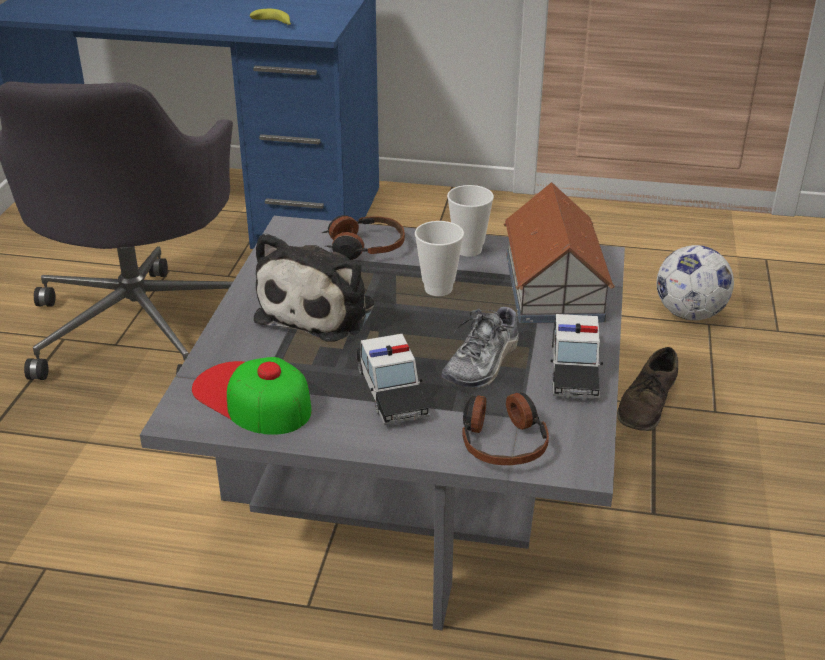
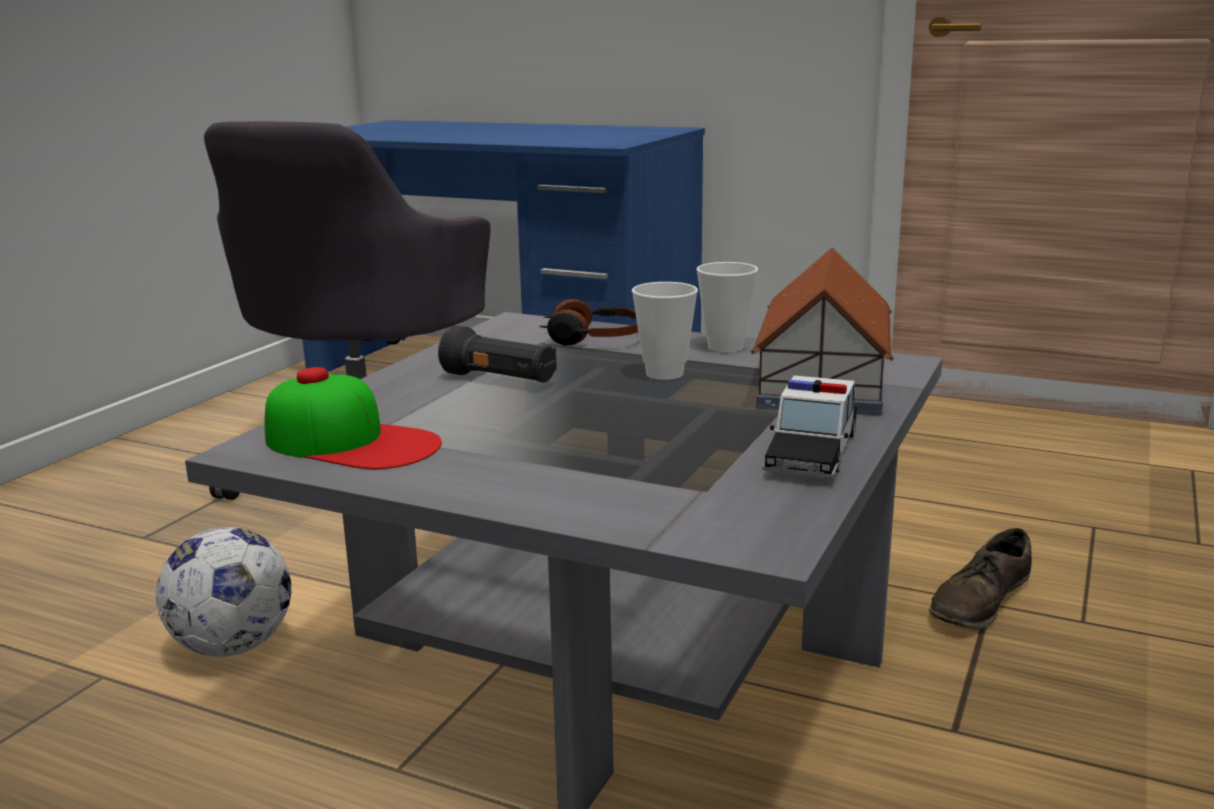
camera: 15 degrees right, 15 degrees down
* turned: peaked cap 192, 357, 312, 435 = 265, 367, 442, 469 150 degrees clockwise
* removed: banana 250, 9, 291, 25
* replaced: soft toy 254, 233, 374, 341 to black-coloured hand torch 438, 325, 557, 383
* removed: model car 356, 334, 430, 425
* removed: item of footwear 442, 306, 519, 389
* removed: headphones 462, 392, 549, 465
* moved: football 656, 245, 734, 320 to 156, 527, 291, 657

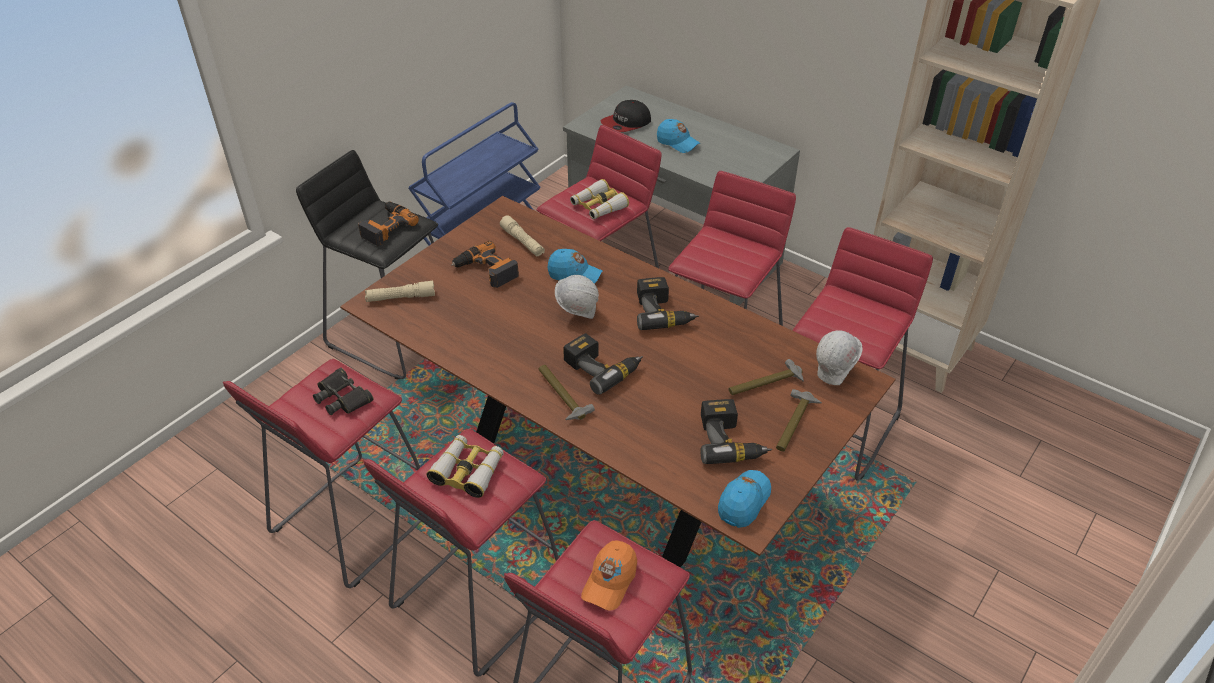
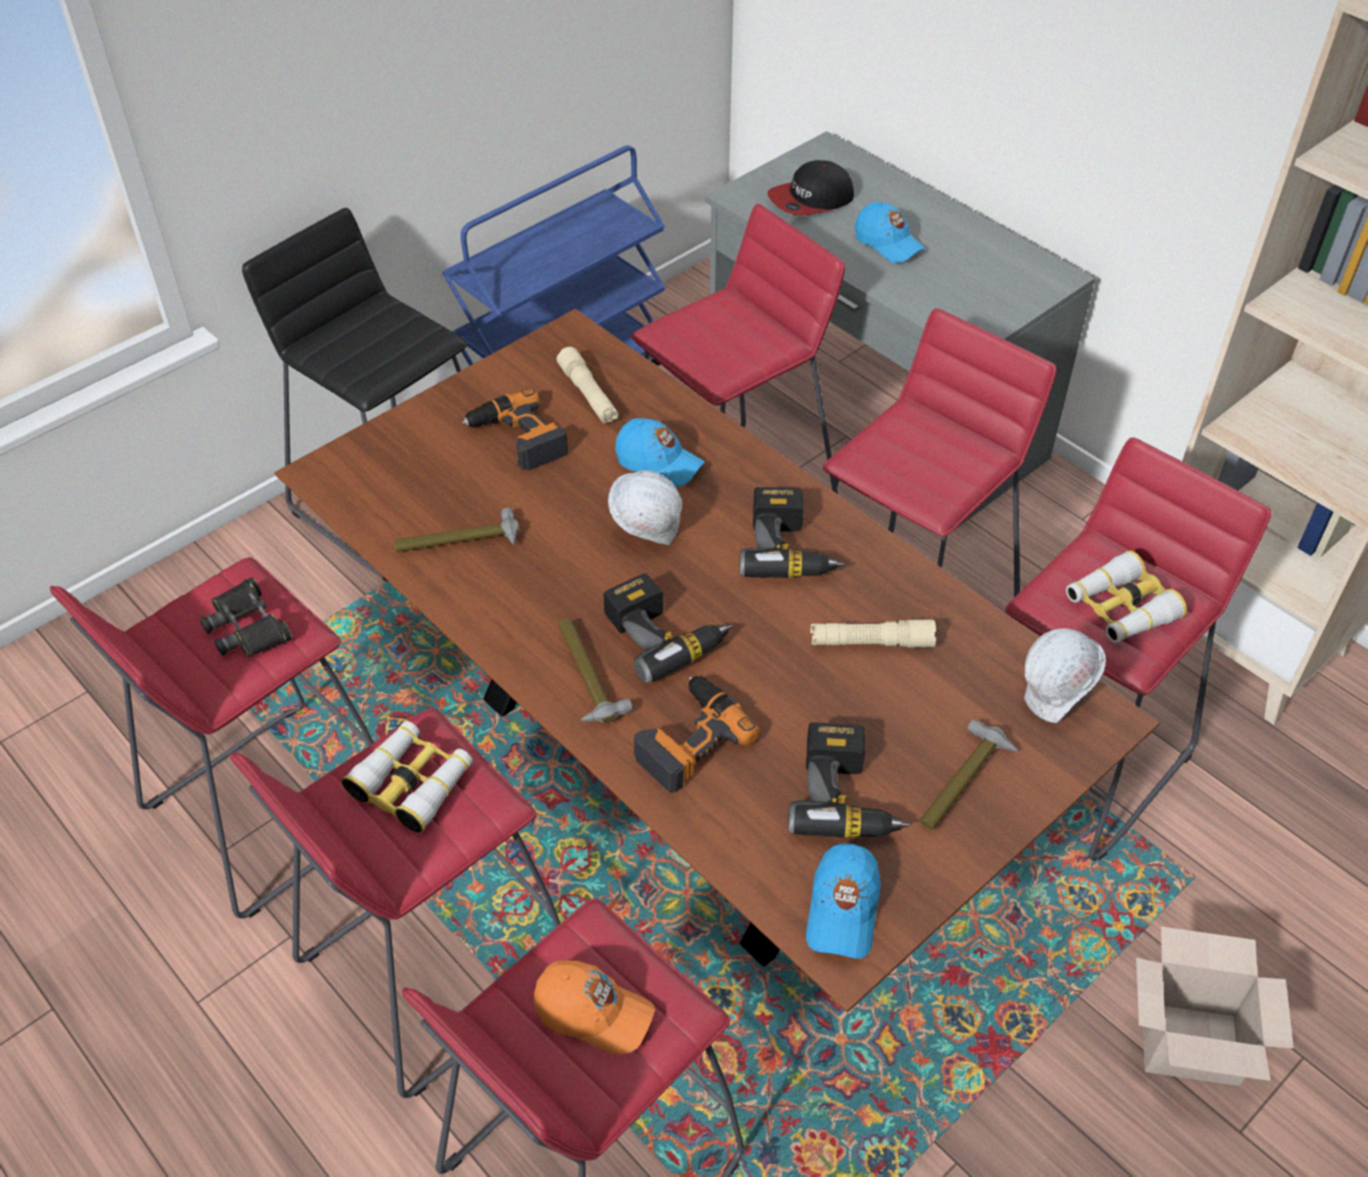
camera: 10 degrees right, 5 degrees up
* moved: drill 358, 202, 419, 246 to 634, 676, 760, 793
* moved: sand-coloured hand torch 365, 281, 435, 302 to 810, 619, 936, 648
* moved: binoculars 570, 179, 629, 219 to 1066, 550, 1187, 643
* turned: orange-coloured peaked cap 581, 541, 637, 611 = 534, 960, 655, 1055 105 degrees counterclockwise
* turned: blue-coloured peaked cap 718, 470, 771, 528 = 806, 844, 881, 959 150 degrees clockwise
* moved: hammer 729, 359, 804, 395 to 395, 508, 520, 552
* added: carton 1136, 927, 1294, 1086

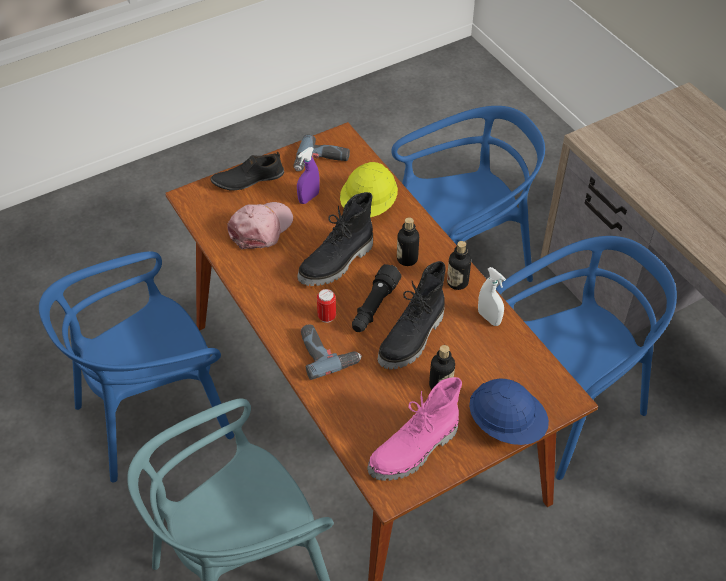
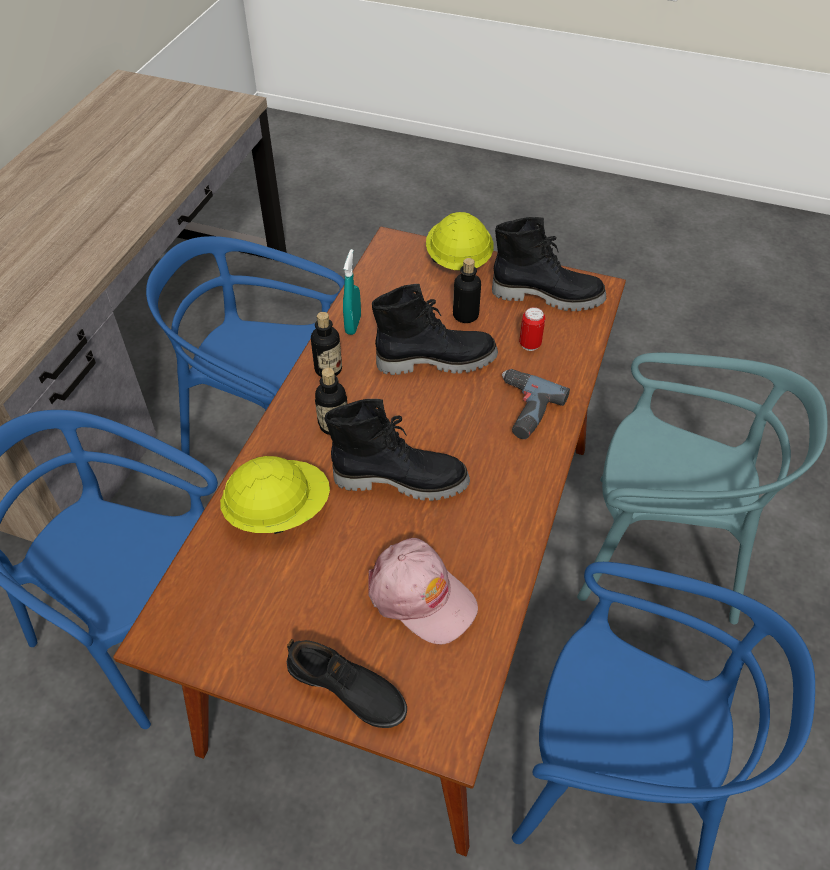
camera: 130 degrees left, 0 degrees up
* turned: pinkish peaked cap 227, 202, 293, 249 = 368, 538, 478, 645 135 degrees counterclockwise
* removed: drill 293, 134, 350, 171
* removed: purple-coloured spray bottle 297, 147, 320, 204
* moved: can 317, 289, 336, 323 to 519, 307, 545, 351
* removed: black-coloured hand torch 352, 264, 402, 332
* recoloured: pinkish boot 367, 377, 462, 481 to black-coloured boot 492, 217, 606, 311
* recoloured: blue-coloured hard hat 469, 379, 549, 445 to yellow-coloured hard hat 426, 212, 494, 271
* recoloured: white spray bottle 478, 267, 506, 326 to blue-green spray bottle 343, 249, 361, 335

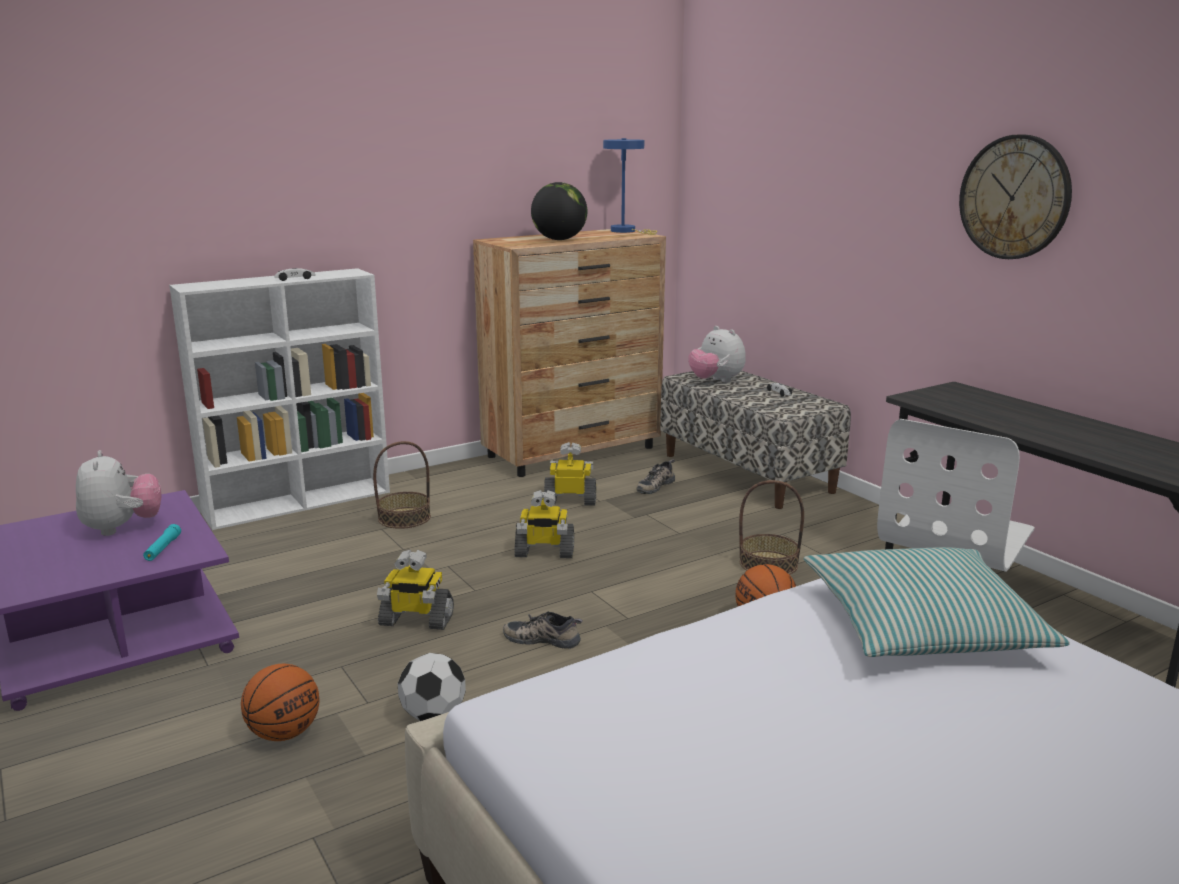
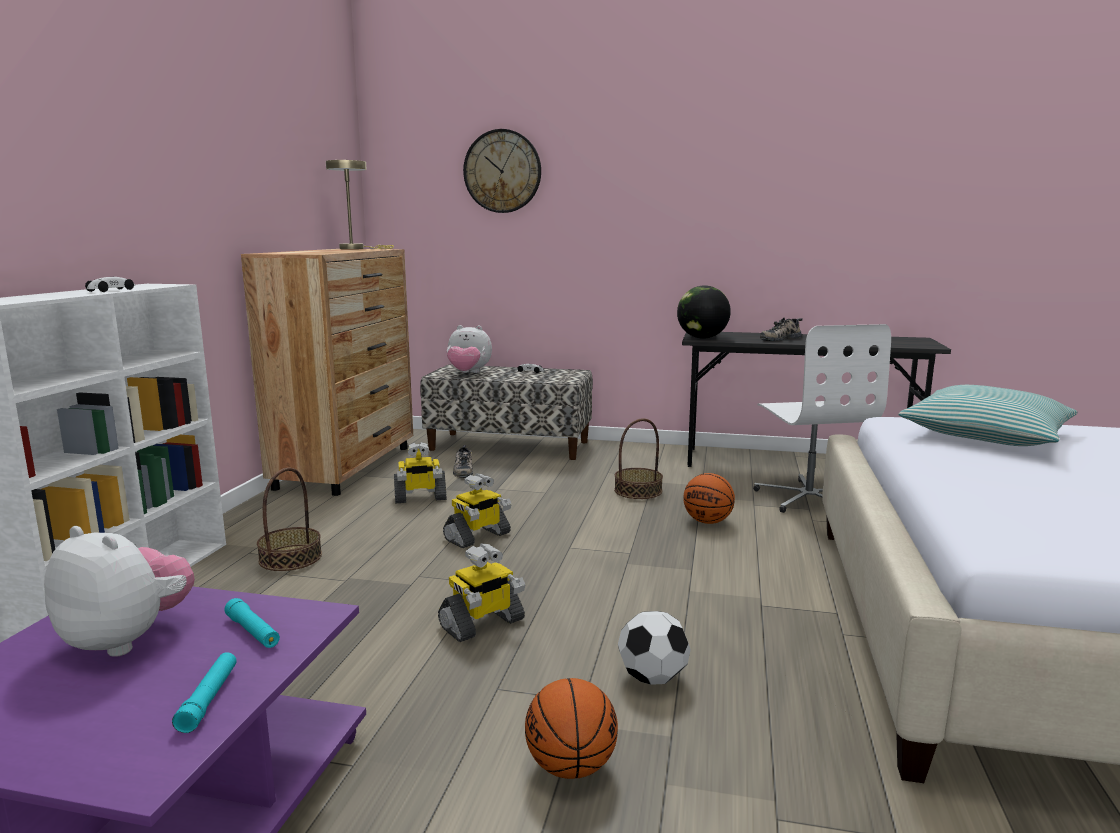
camera: 45 degrees left, 5 degrees down
* moved: item of footwear 503, 611, 583, 649 to 760, 317, 803, 341
* moved: globe 531, 182, 587, 240 to 677, 285, 731, 338
* turned: model robot 544, 442, 596, 506 = 394, 442, 447, 504 150 degrees counterclockwise
* recoloured: blue-coloured table lamp 603, 138, 657, 235 to sand-coloured table lamp 326, 160, 394, 249
* moved: wall clock 959, 134, 1072, 259 to 463, 129, 541, 213
* added: blue-green hand torch 172, 652, 237, 733

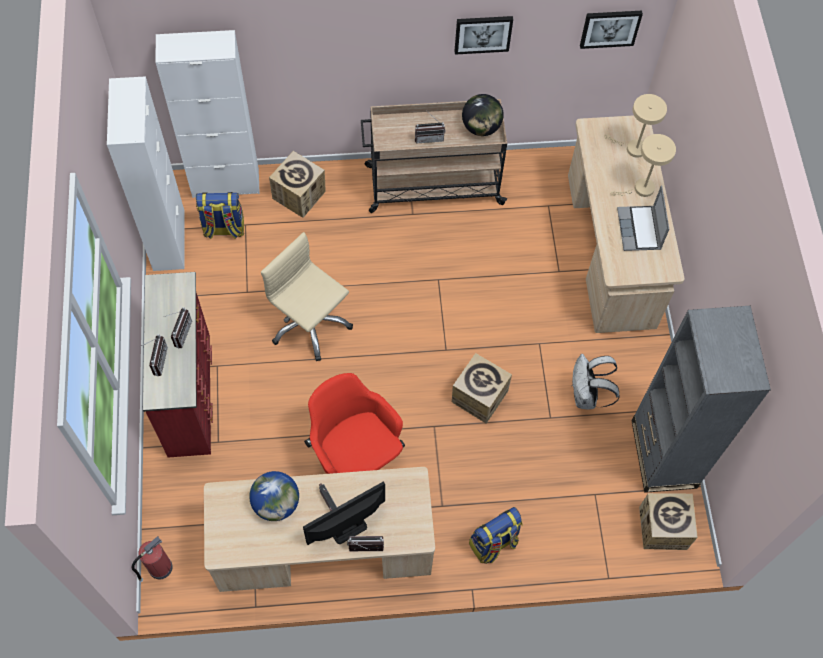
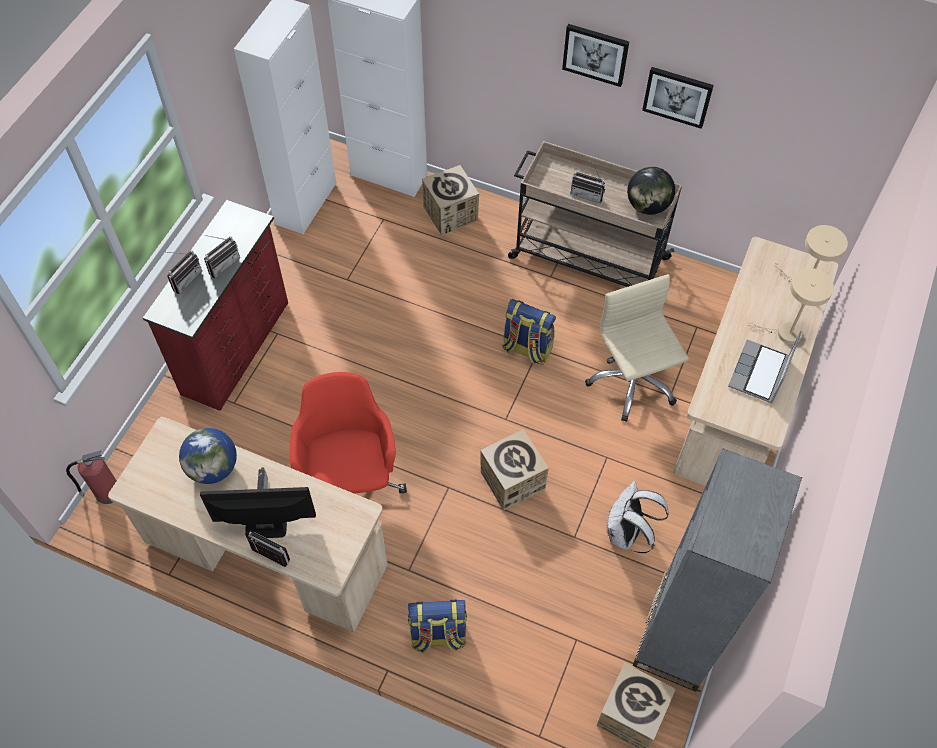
camera: 30 degrees right, 5 degrees down
* moved: rucksack 196, 192, 244, 239 to 502, 299, 556, 364
* moved: sand-coloured desk chair 261, 232, 353, 361 to 585, 274, 689, 422
* moved: wall picture 580, 11, 643, 49 to 562, 24, 629, 87

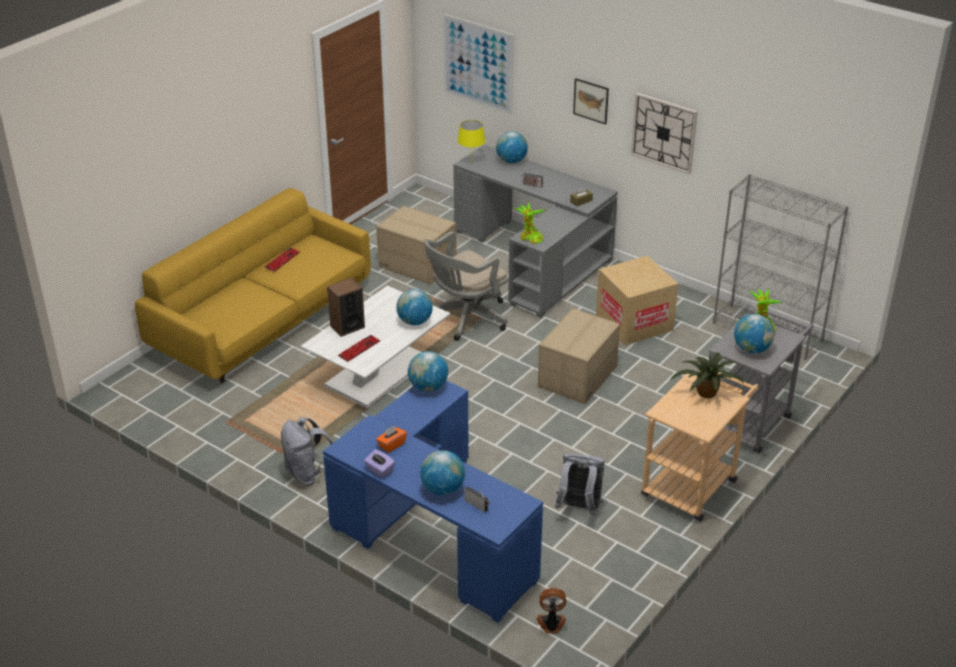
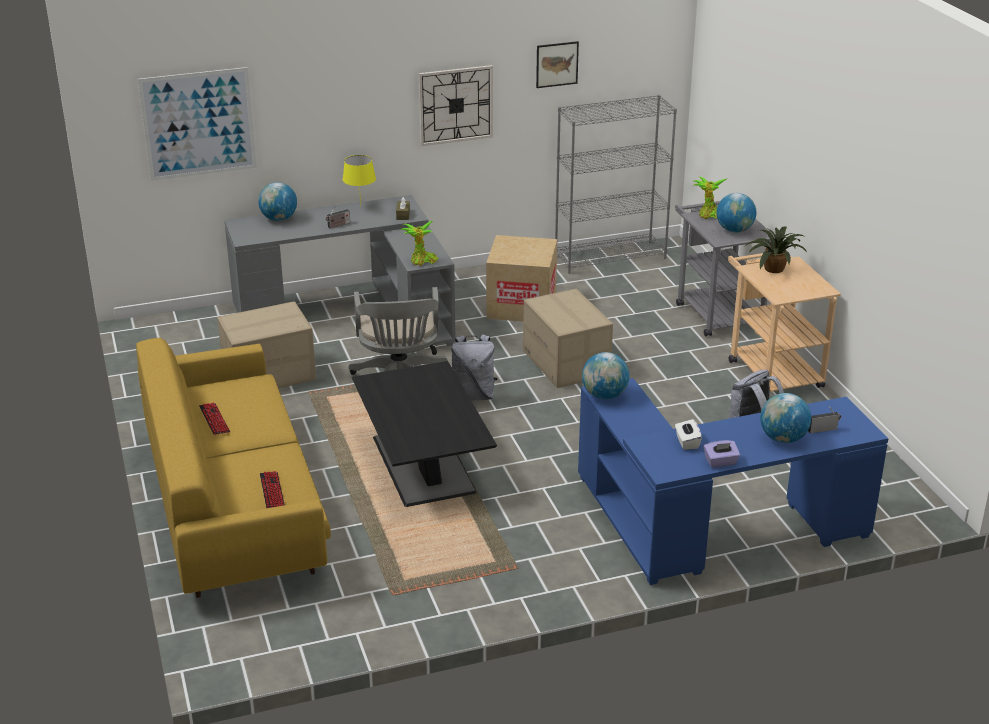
camera: 55 degrees left, 5 degrees down
* moved: greyish rucksack 281, 417, 333, 486 to 451, 334, 498, 401
* recoloured: white low table 301, 286, 450, 408 to black-coloured low table 352, 361, 497, 507
* removed: speaker 327, 278, 365, 337
* moved: PC keyboard 338, 335, 380, 362 to 260, 471, 285, 508
* recoloured: orange-coloured tissue box 376, 425, 407, 453 to white tissue box 675, 419, 702, 450
* removed: globe 396, 289, 433, 325
* moved: yellow-coloured table lamp 457, 120, 485, 163 to 343, 155, 376, 207
* removed: electric fan 537, 588, 566, 634
* moved: wall picture 573, 78, 609, 125 to 536, 41, 579, 88

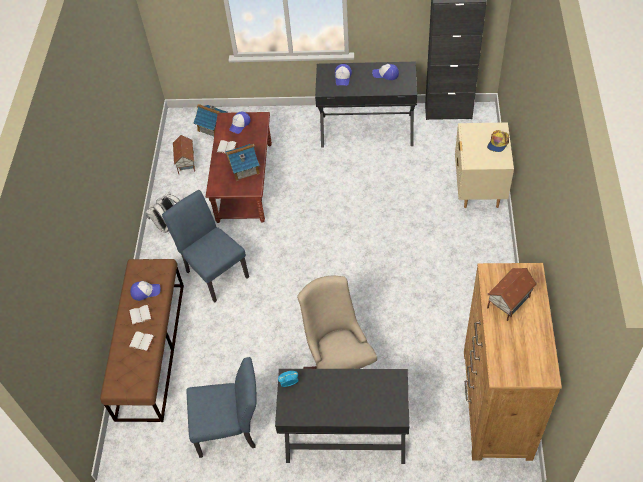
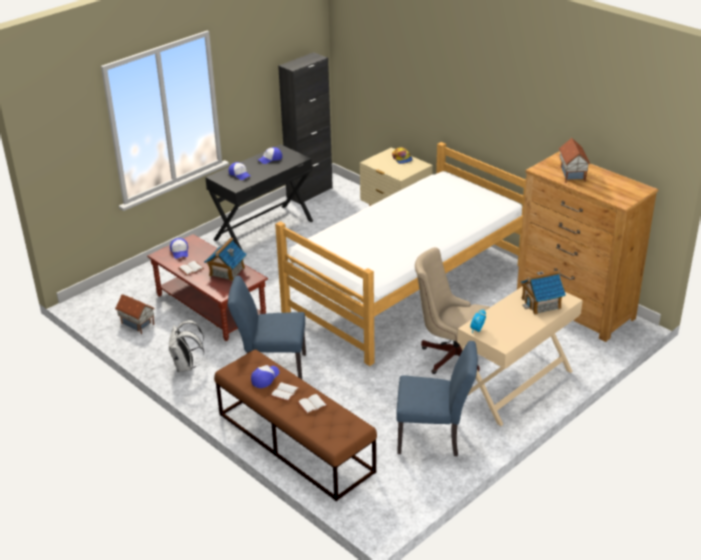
camera: 50 degrees left, 20 degrees down
* turned: blue-coloured chair 187, 357, 257, 458 = 396, 341, 478, 456 60 degrees clockwise
* moved: miniature house 193, 104, 228, 136 to 520, 270, 566, 315
* recoloured: black-coloured desk unit 275, 369, 409, 464 to sand-coloured desk unit 457, 286, 583, 426
* added: bed 275, 142, 526, 366

